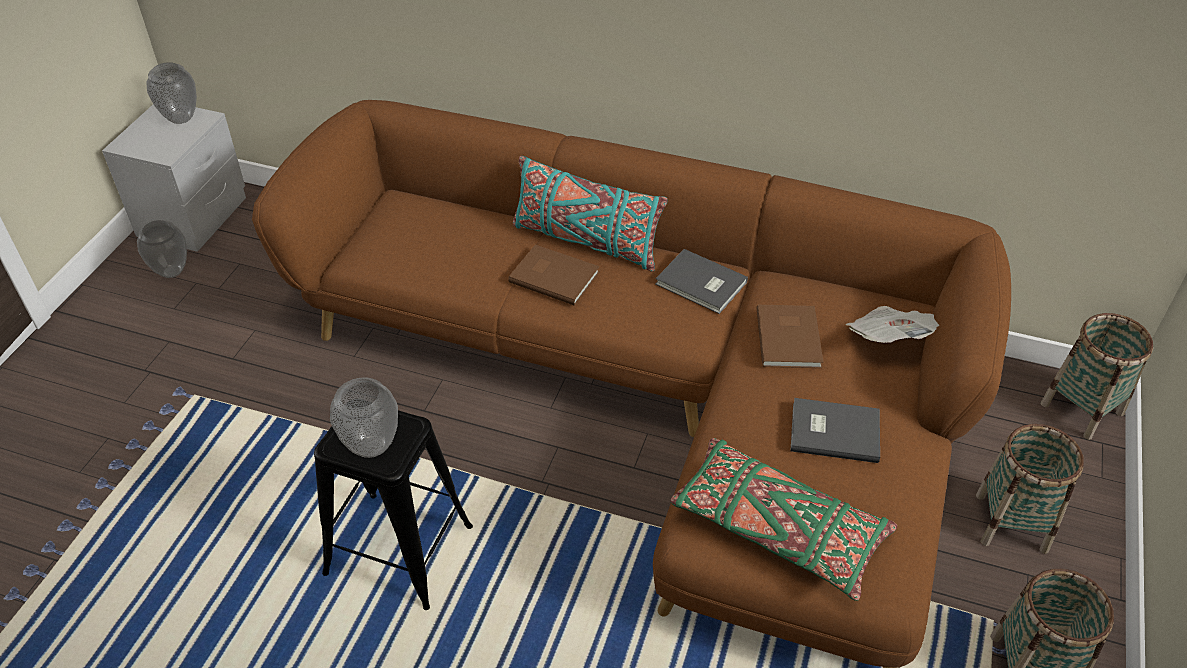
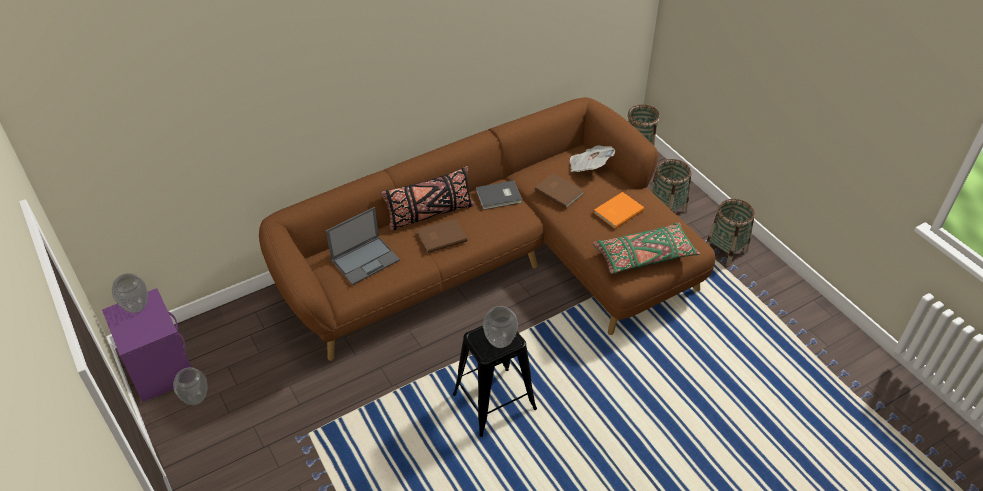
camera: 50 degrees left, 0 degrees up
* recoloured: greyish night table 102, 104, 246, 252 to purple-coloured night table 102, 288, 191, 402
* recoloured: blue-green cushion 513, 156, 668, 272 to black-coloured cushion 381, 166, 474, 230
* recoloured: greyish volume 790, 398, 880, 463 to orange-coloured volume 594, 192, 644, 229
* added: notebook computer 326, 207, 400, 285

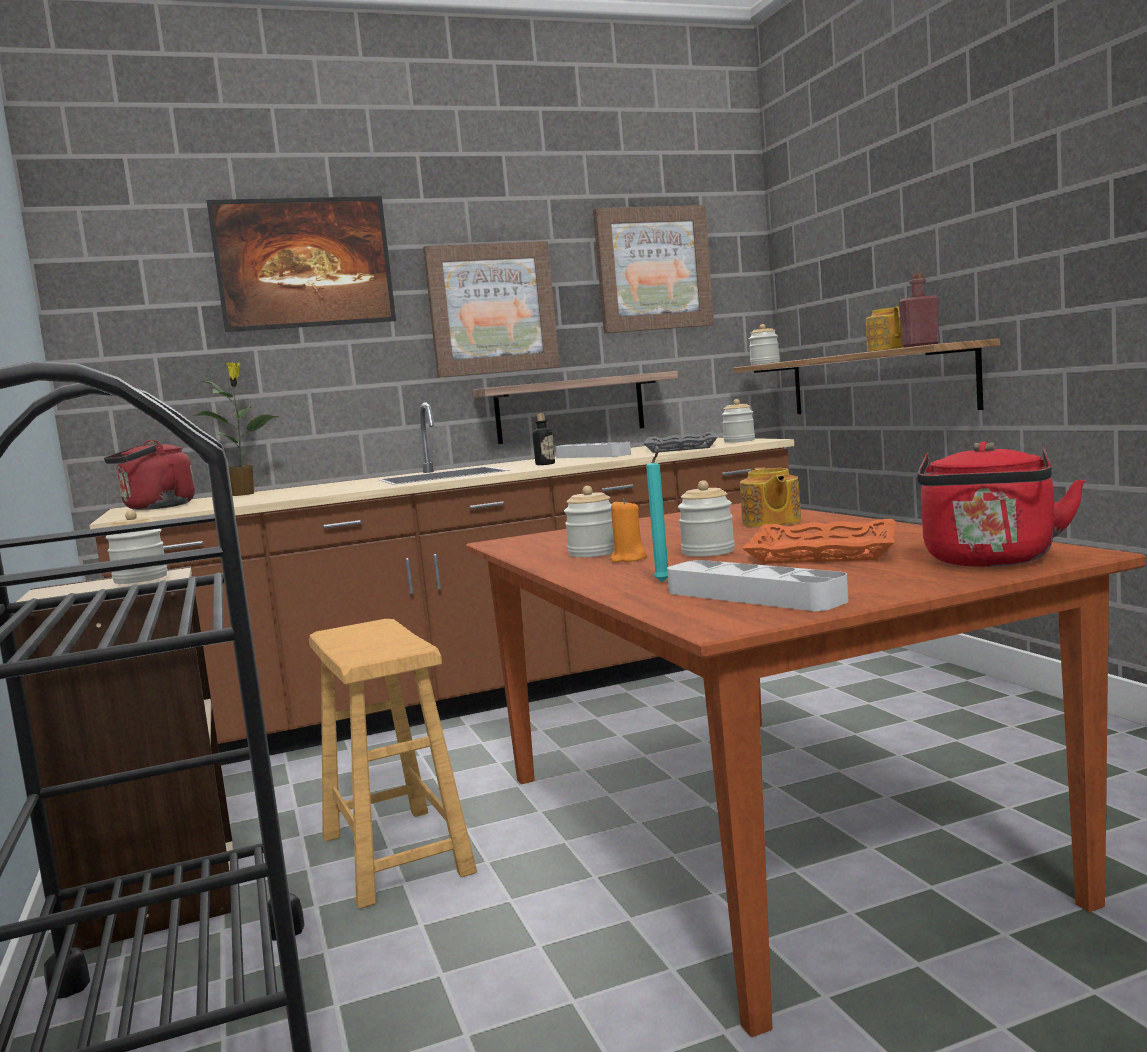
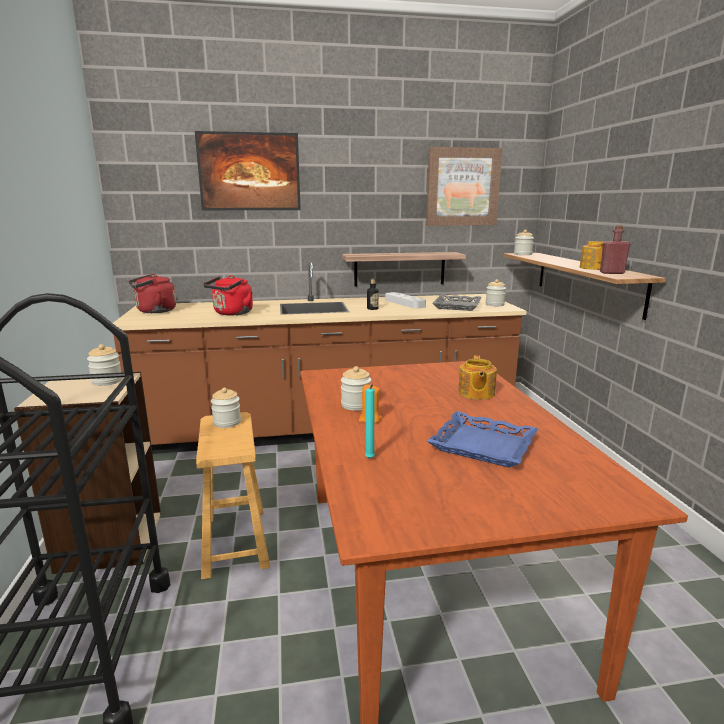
camera: 10 degrees right, 10 degrees up
* removed: potted plant 195, 362, 279, 496
* removed: wall picture 423, 241, 560, 378
* removed: greyish tray 667, 560, 849, 611
* moved: preserve jar 678, 480, 735, 557 to 211, 388, 241, 428
* recoloured: orange-coloured tray 742, 519, 896, 564 to blue-coloured tray 427, 411, 538, 468
* moved: reddish tea kettle 917, 441, 1085, 567 to 203, 275, 253, 316

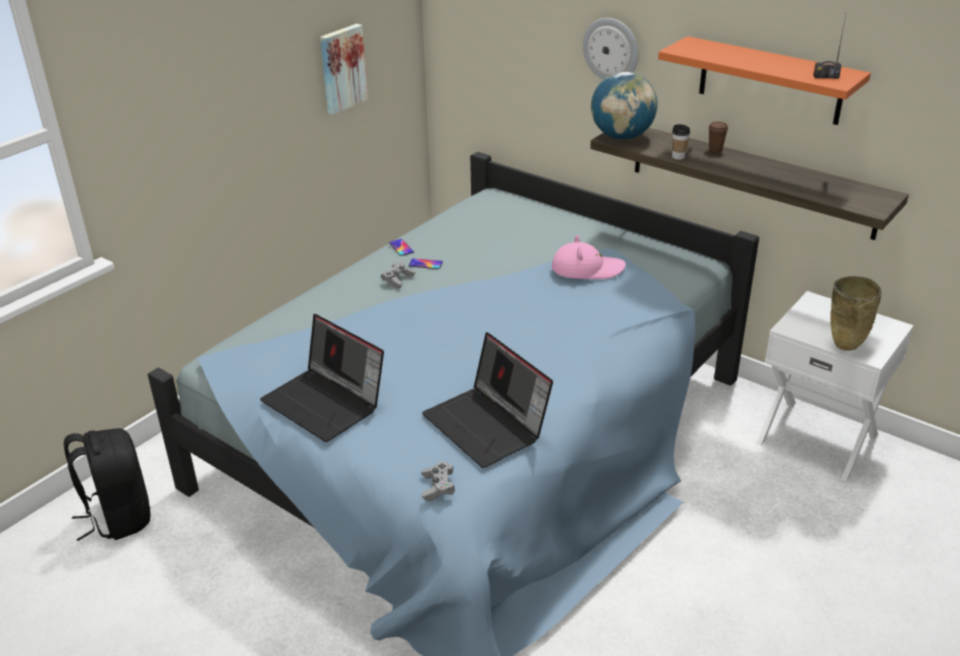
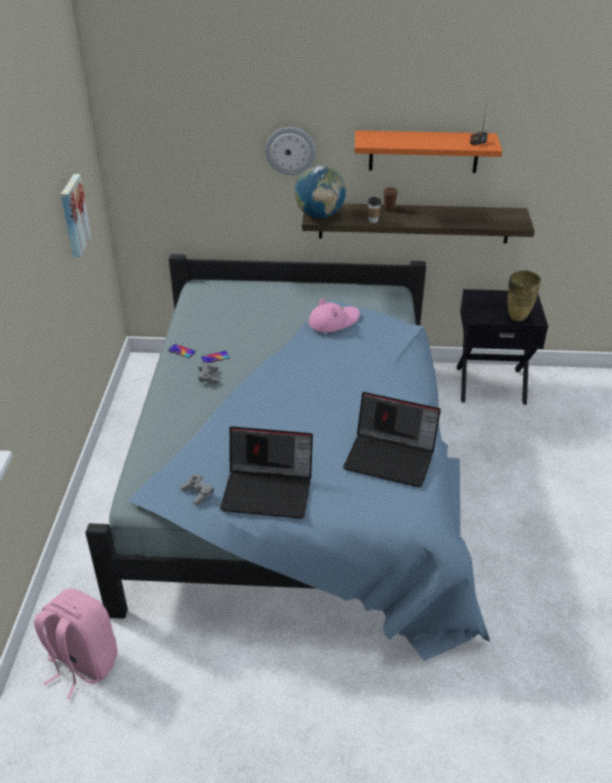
camera: 35 degrees left, 5 degrees up
* recoloured: black-coloured rucksack 64, 428, 150, 541 to pinkish rucksack 34, 589, 117, 699
* moved: greyish game controller 421, 462, 455, 501 to 180, 474, 214, 506
* recoloured: white night table 756, 291, 914, 481 to black-coloured night table 457, 289, 548, 405

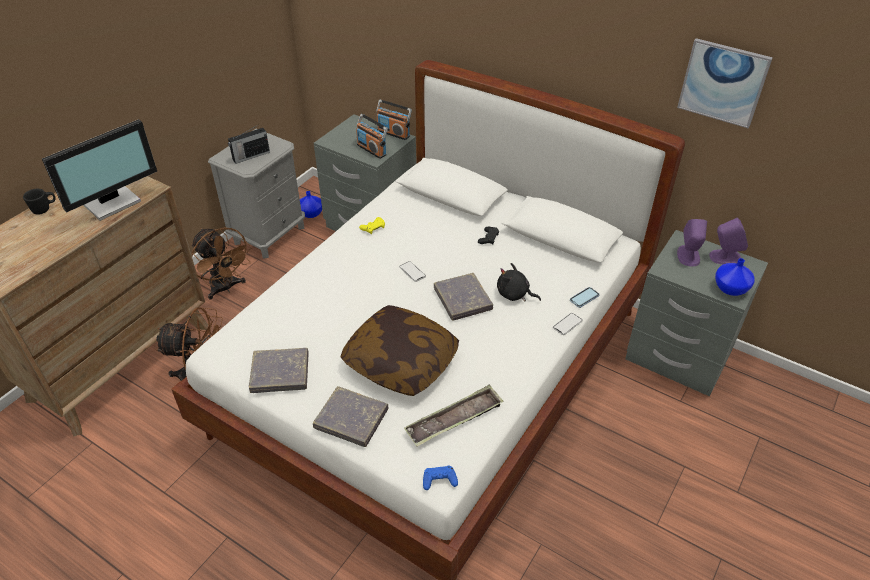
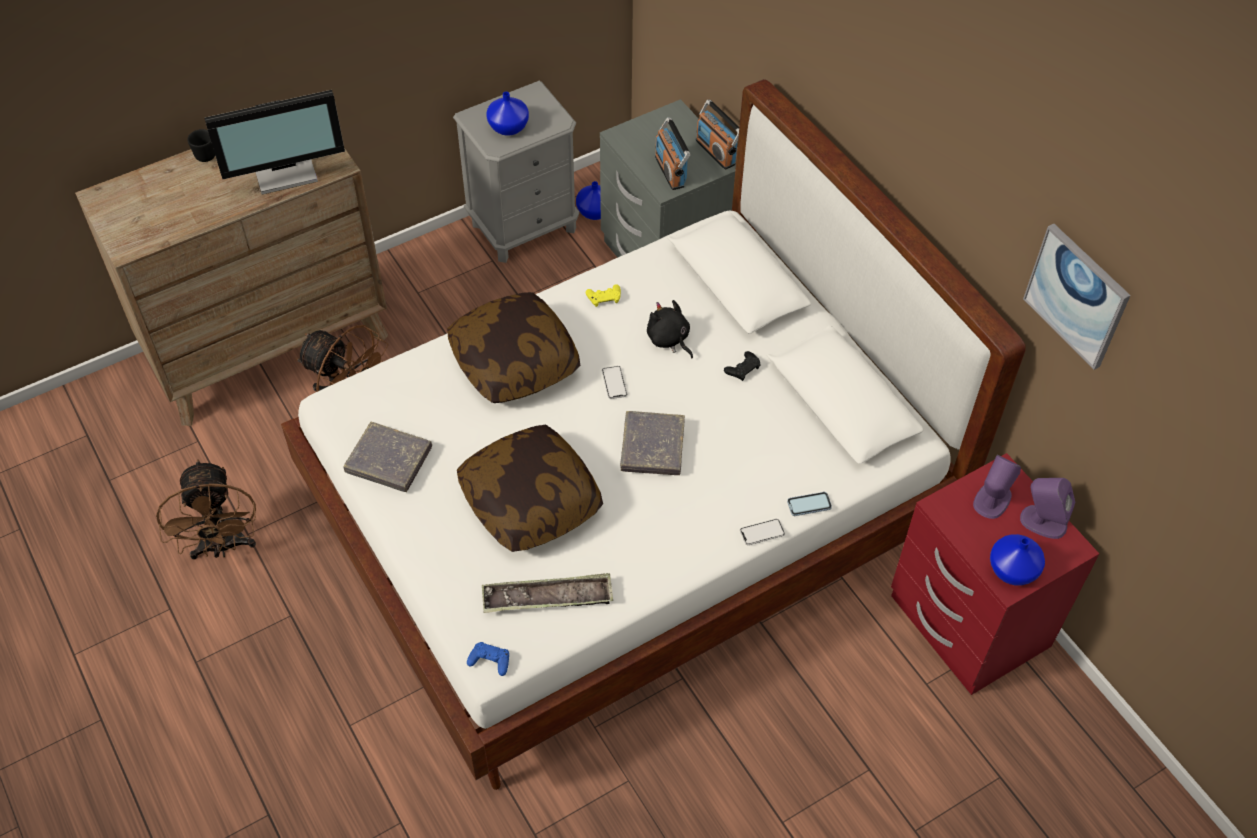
camera: 25 degrees right, 10 degrees up
* moved: brown electric fan 191, 227, 252, 300 to 156, 459, 256, 560
* replaced: radio receiver 228, 125, 270, 164 to blue-coloured flower vase 486, 92, 529, 136
* removed: greyish volume 313, 386, 389, 447
* moved: black-coloured soft toy 497, 263, 541, 302 to 647, 300, 693, 359
* recoloured: greyish night table 625, 230, 768, 396 to reddish night table 891, 453, 1099, 695
* added: cushion 447, 292, 580, 403

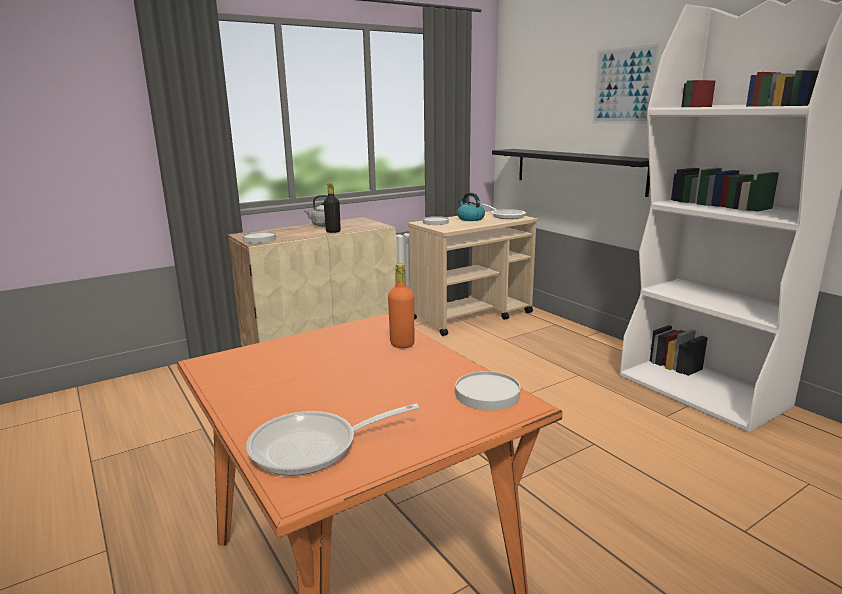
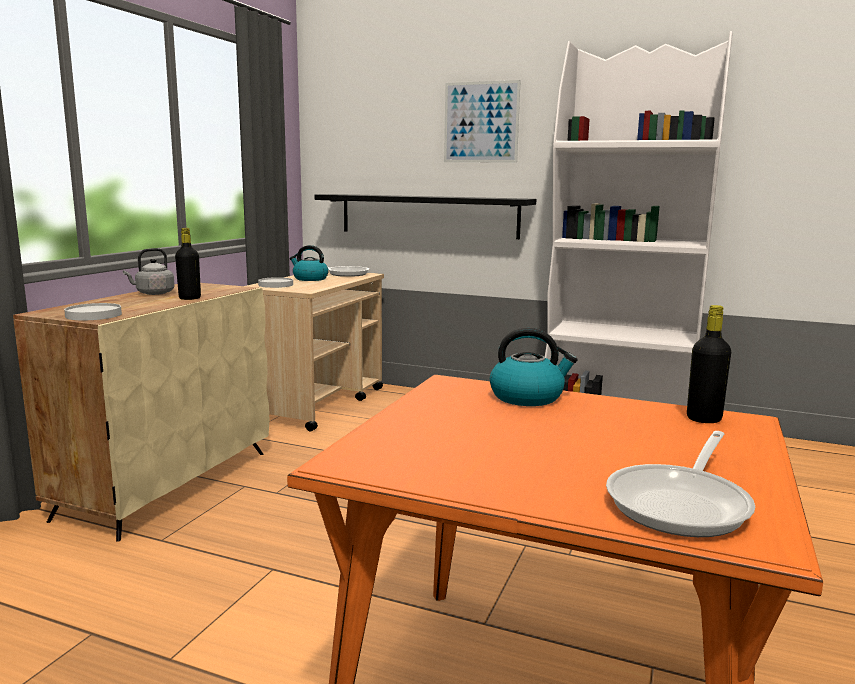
camera: 35 degrees left, 5 degrees down
* replaced: orange-coloured beverage bottle 388, 264, 414, 348 to tea kettle 490, 328, 577, 406
* replaced: white dinner plate 455, 371, 520, 411 to black-coloured beverage bottle 687, 305, 731, 423

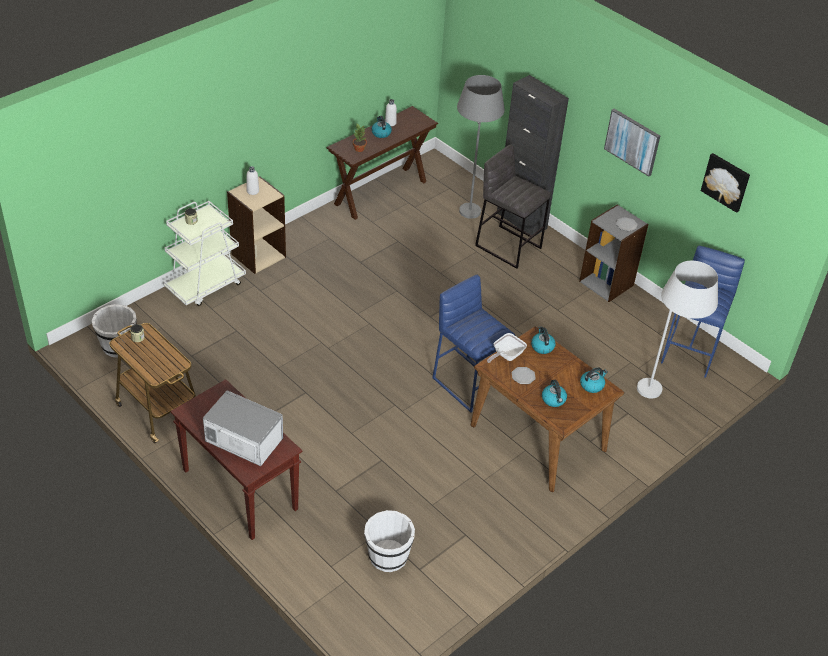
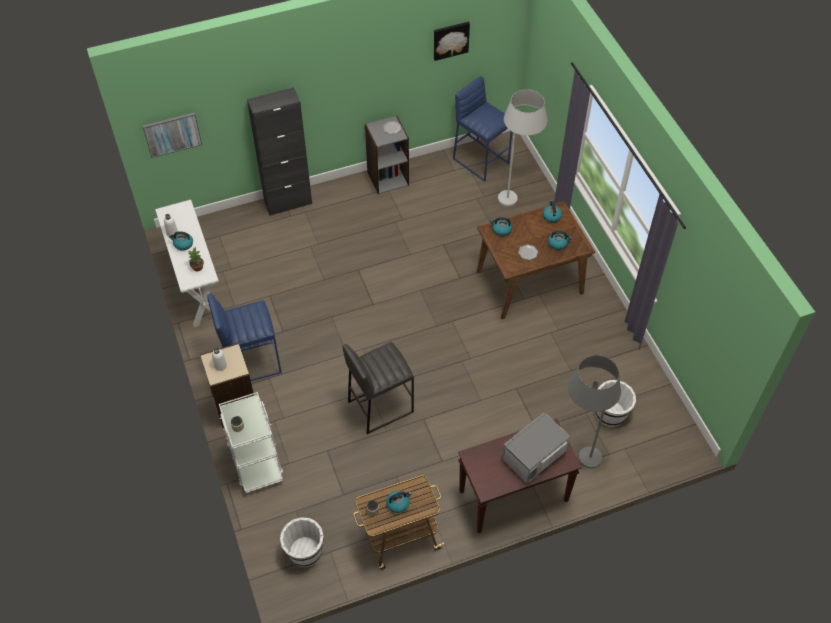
camera: 65 degrees left, 10 degrees up
* recoloured: brown hall table 327, 106, 438, 220 to white hall table 155, 200, 219, 327
* moved: blue-coloured stool seat 432, 275, 515, 412 to 207, 294, 282, 381
* moved: greyish standing lamp 457, 75, 505, 219 to 568, 355, 621, 469
* moved: greyish stool seat 475, 145, 550, 269 to 342, 342, 414, 434
* removed: pan 487, 333, 527, 363
* moved: wall picture 604, 109, 660, 177 to 142, 112, 202, 158
* added: tea kettle 386, 491, 412, 513

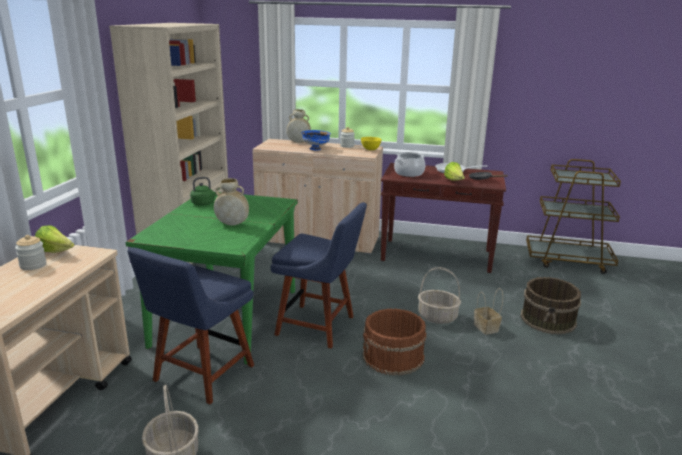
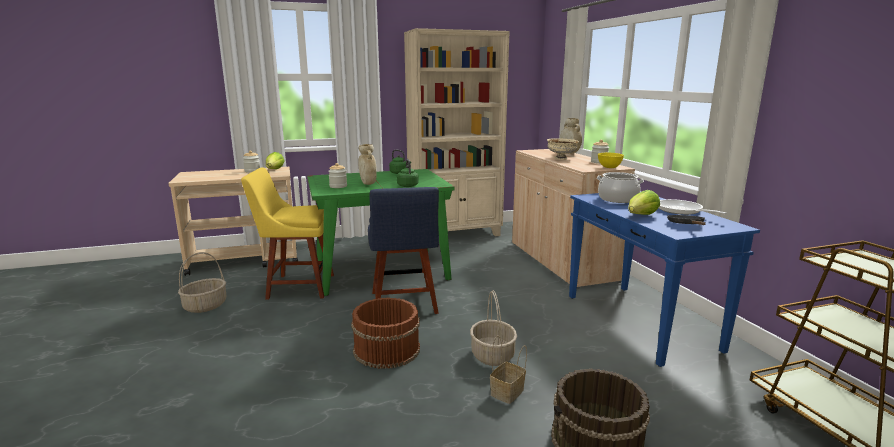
camera: 60 degrees right, 5 degrees down
* recoloured: blue-coloured chair 127, 247, 254, 404 to yellow-coloured chair 241, 168, 334, 300
* recoloured: blue-coloured bowl 301, 130, 331, 151 to sand-coloured bowl 547, 138, 579, 160
* recoloured: brown hall table 381, 163, 506, 273 to blue-coloured hall table 569, 191, 760, 367
* added: preserve jar 328, 163, 347, 188
* added: greenish tea kettle 397, 159, 418, 187

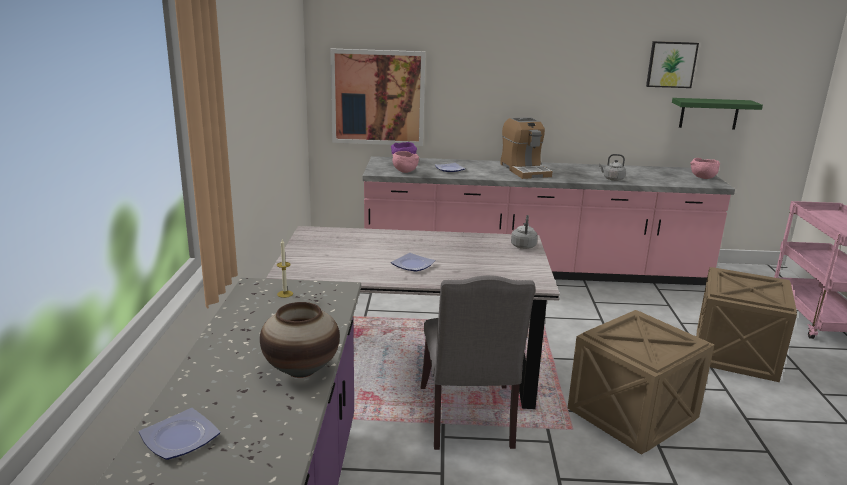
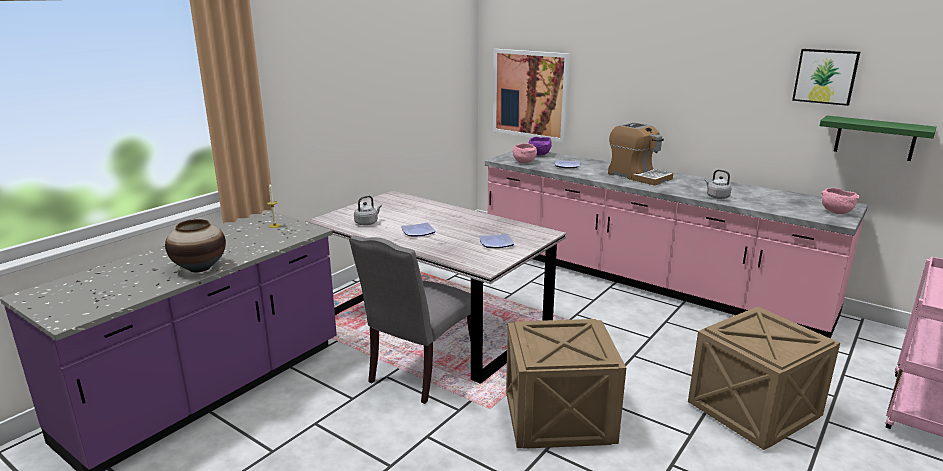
camera: 35 degrees right, 0 degrees up
* moved: dinner plate 139, 408, 220, 460 to 479, 234, 514, 248
* turned: coffee maker 500, 117, 552, 179 = 608, 122, 673, 186 60 degrees counterclockwise
* moved: greyish tea kettle 511, 215, 538, 249 to 354, 195, 382, 225

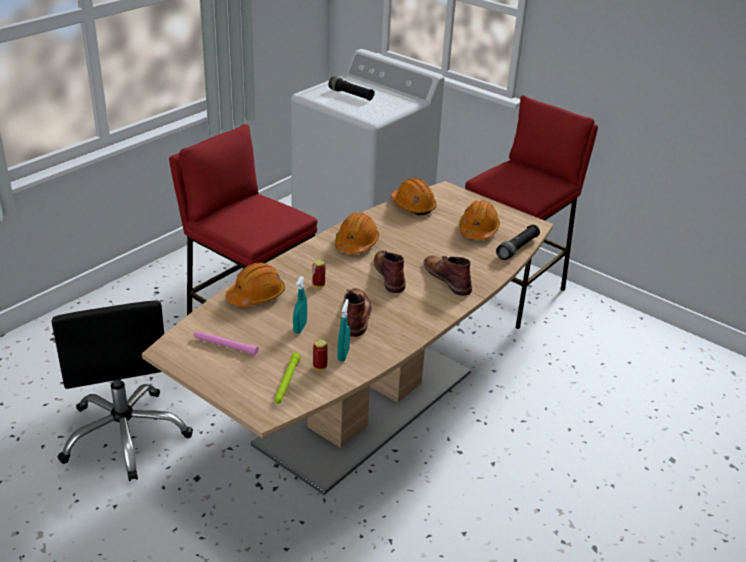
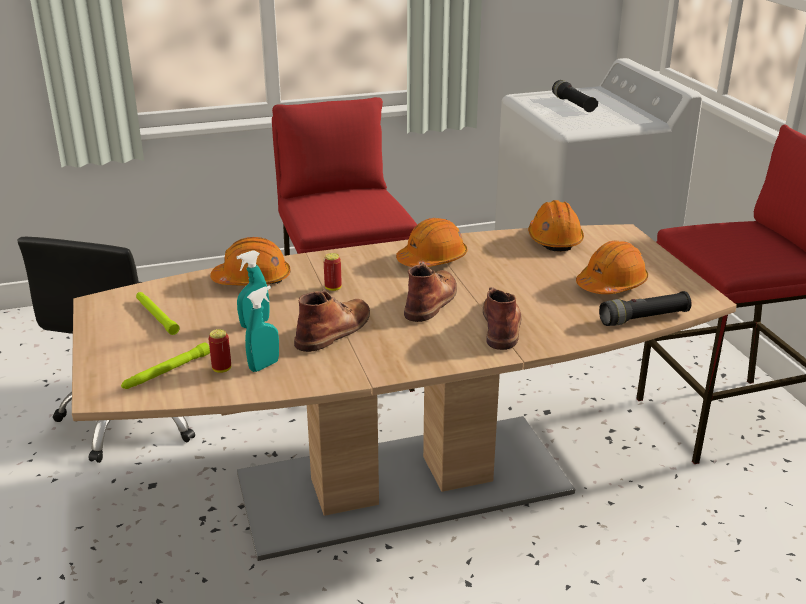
camera: 35 degrees right, 5 degrees down
* recoloured: pinkish hand torch 193, 331, 259, 356 to greenish hand torch 136, 292, 180, 335

